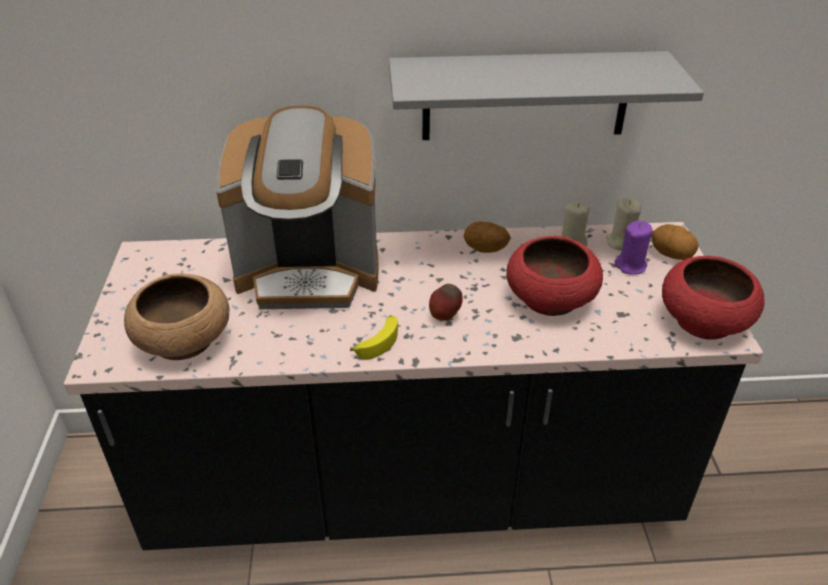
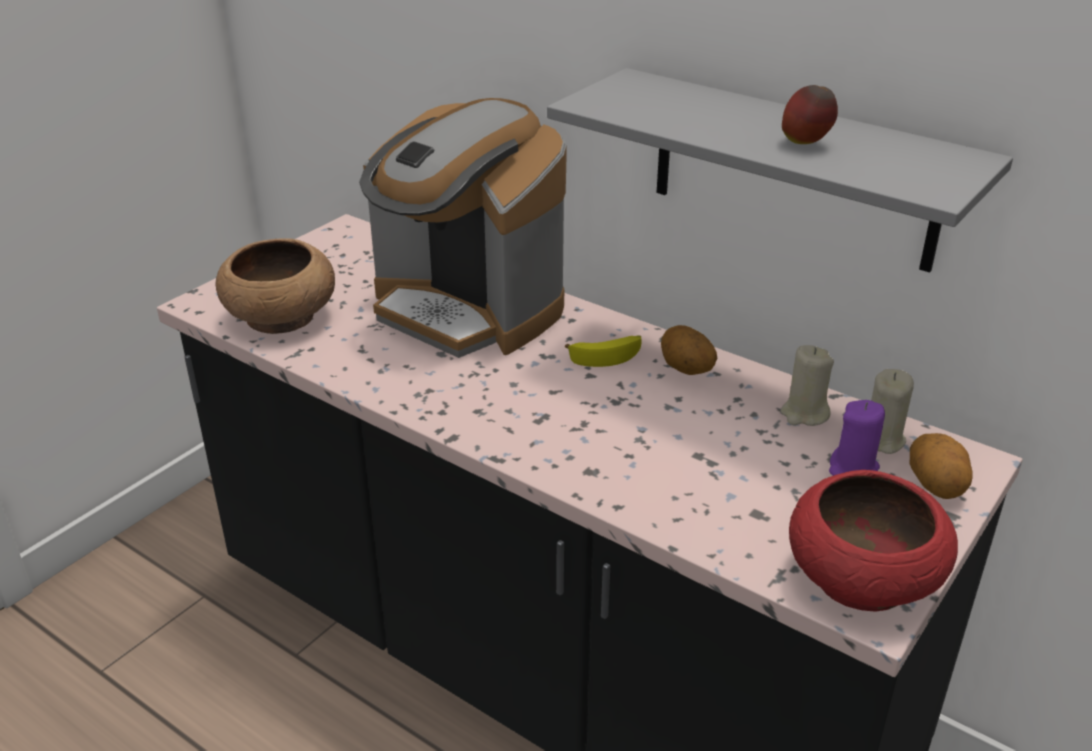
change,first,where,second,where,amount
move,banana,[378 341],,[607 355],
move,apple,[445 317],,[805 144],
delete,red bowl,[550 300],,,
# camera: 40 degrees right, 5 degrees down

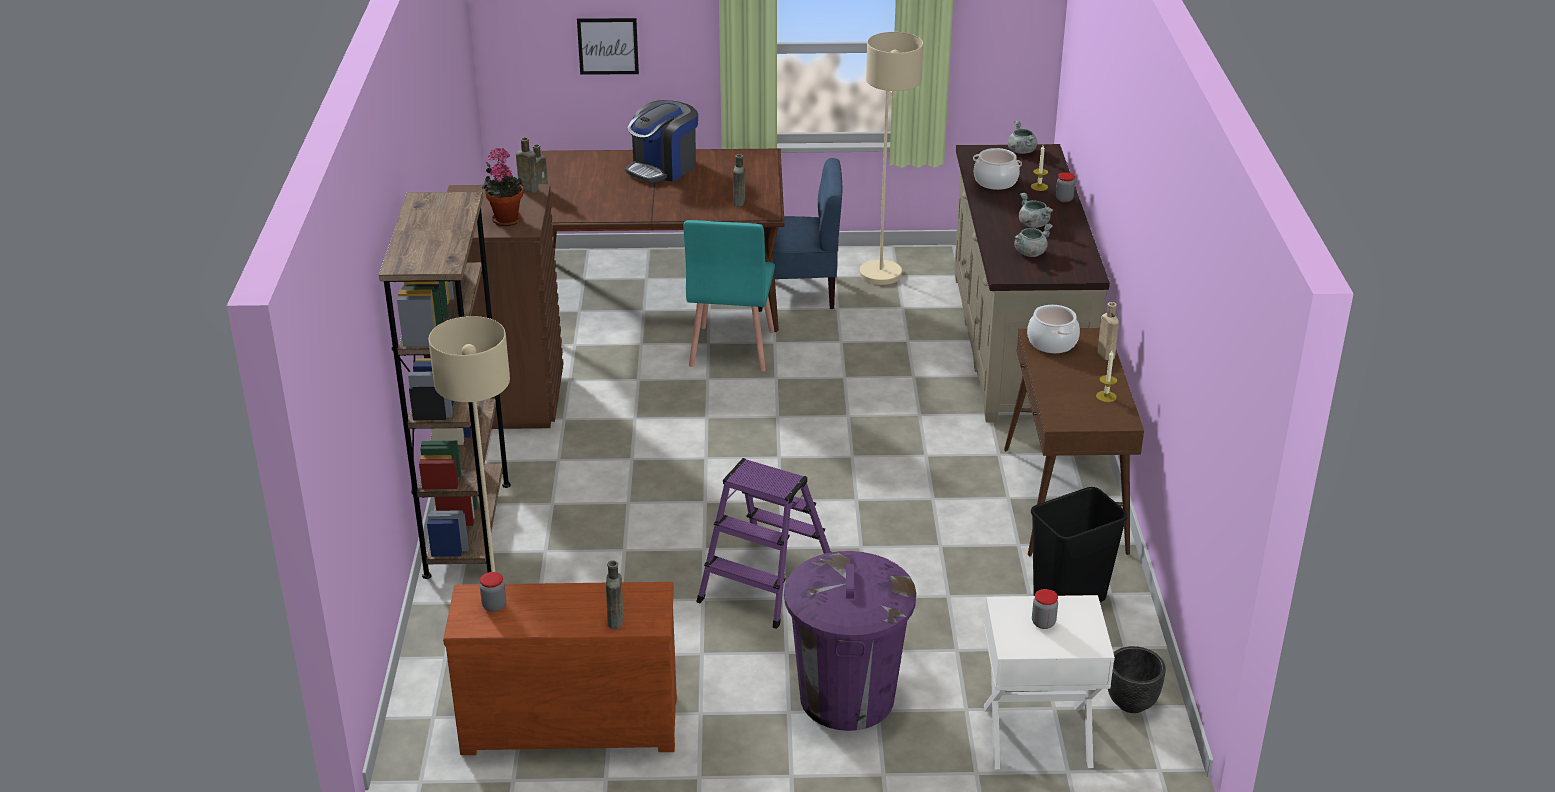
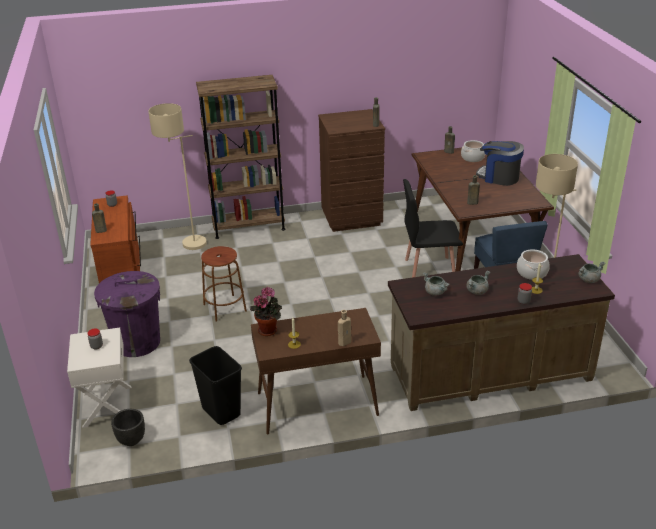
change,first,where,second,where,amount
replace,purple step ladder,[765 578],brown stool,[224 307],
move,potted plant,[505 219],,[269 330],
recolor,turquoise chair,[731 349],black chair,[429 269],
move,cooking pot,[1051 342],,[472 158],
delete,picture,[608 46],,,
# camera: 80 degrees right, 0 degrees up

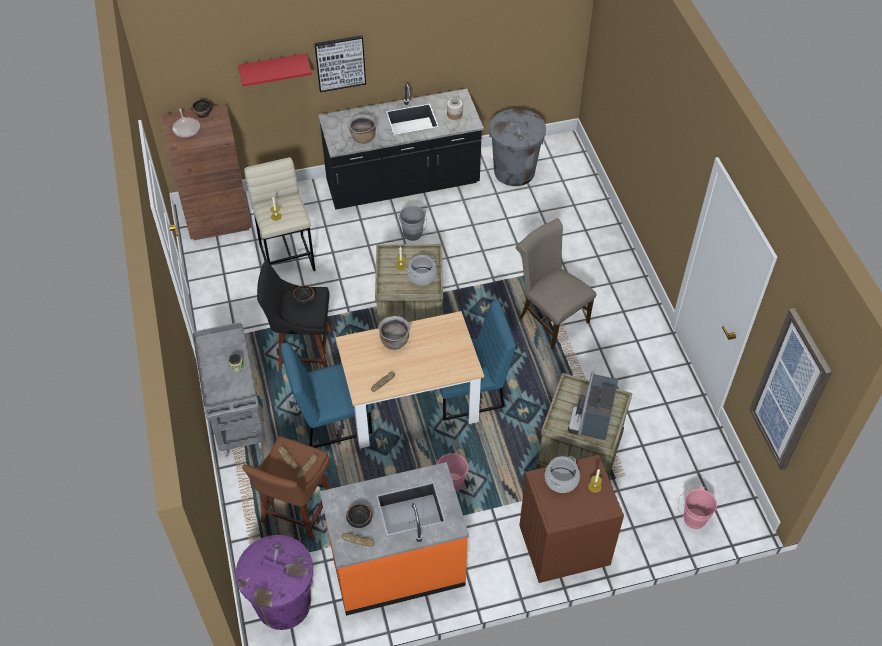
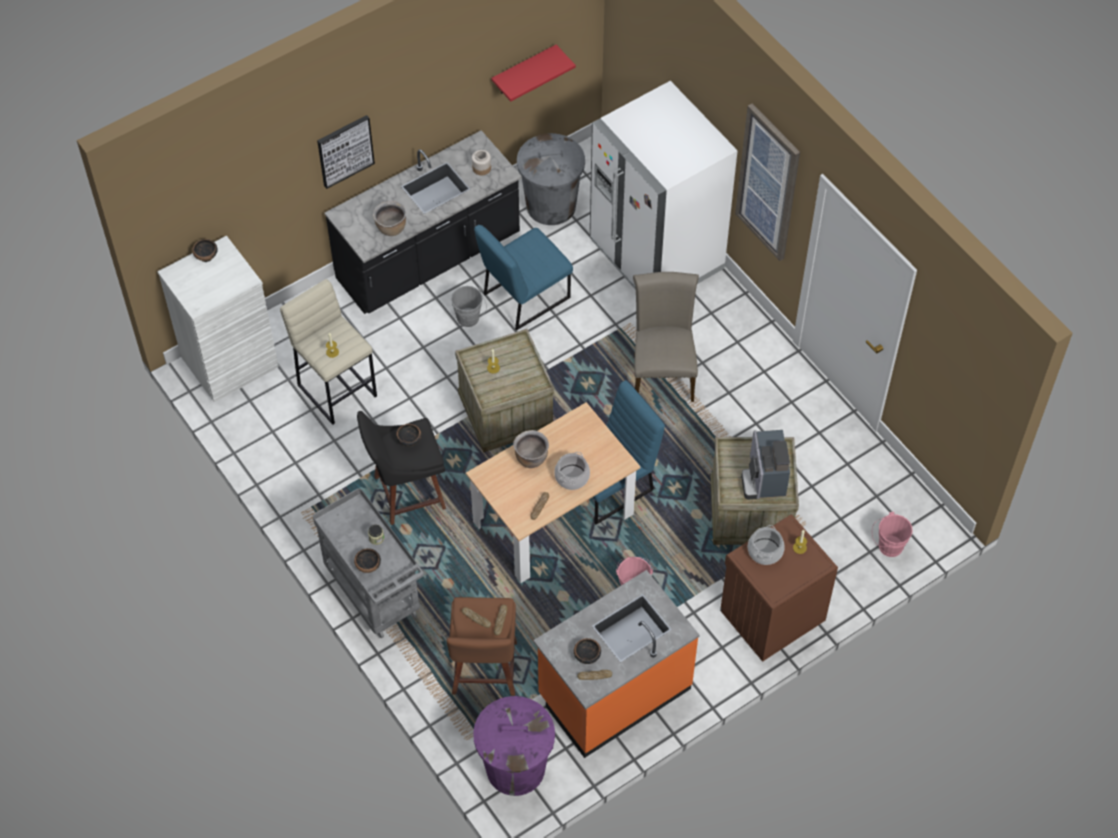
change,first,where,second,where,amount
recolor,brown dresser,[218 217],white dresser,[230 364],
insert,,,bowl,[368 565],
move,blue chair,[332 419],,[524 296],
move,red shelf,[273 69],,[524 70],
move,cooking pot,[422 276],,[571 477],
insert,,,white fridge,[656 255],
rotate,beige chair,[550 318],,[662 373],60 degrees clockwise
move,picture,[790 391],,[768 182],
delete,frying pan,[186 128],,,
# camera: 20 degrees left, 5 degrees up

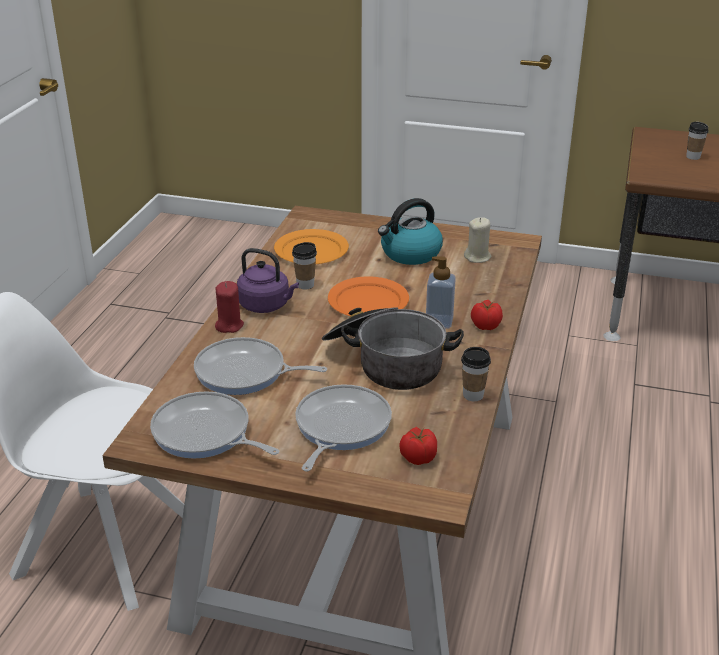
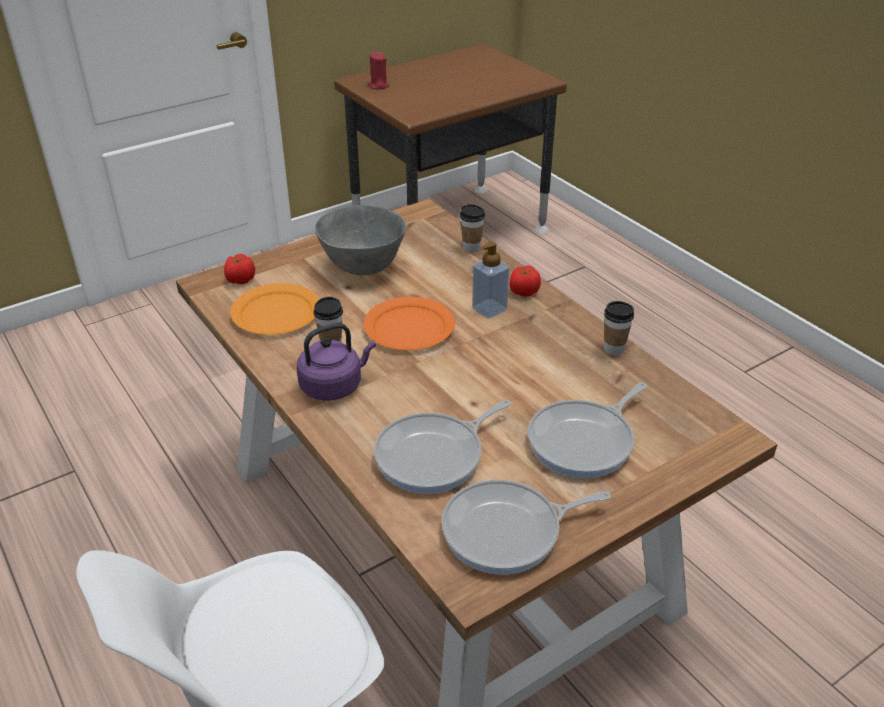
change,first,where,second,where,amount
move,tomato,[417 457],,[240 280],
replace,kettle,[410 254],grey bowl,[364 267],
move,red candle,[229 325],,[378 86],
move,cup,[693 157],,[471 248],
rotate,frying pan,[340 427],,[585 441],105 degrees counterclockwise
delete,cooking pot,[386 362],,,
delete,beige candle,[477 257],,,
# camera: 50 degrees left, 5 degrees up

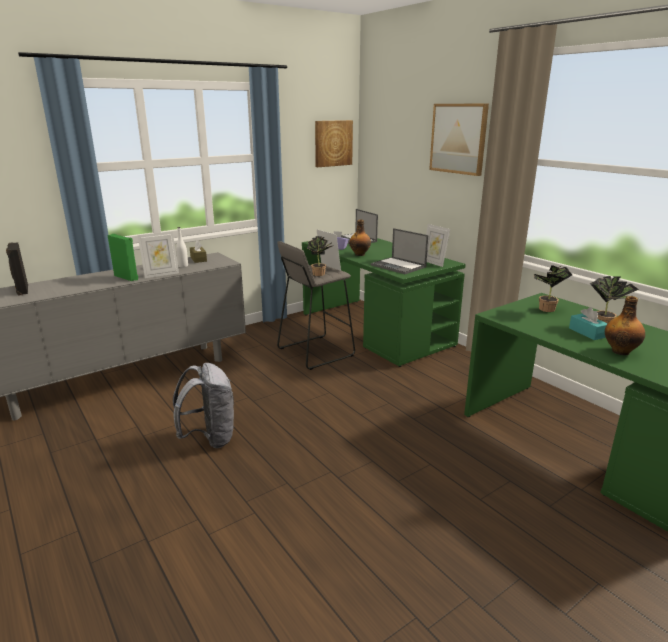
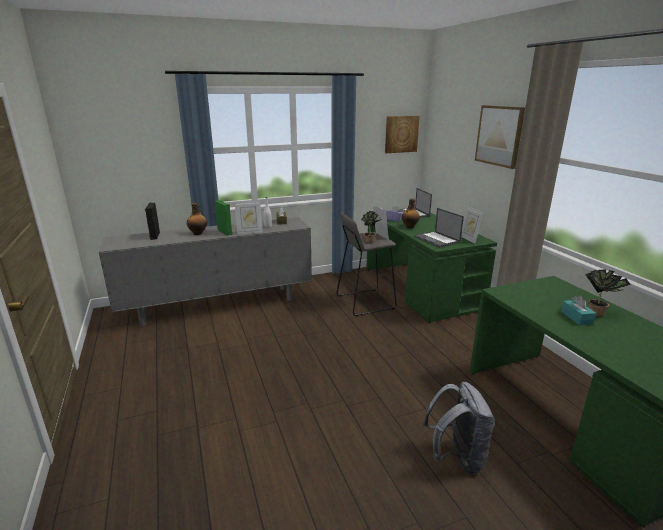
change,first,where,second,where,amount
move,bottle,[620 351],,[198 233],
move,grey backpack,[209 438],,[456 457],
delete,potted plant,[546 310],,,
# camera: 15 degrees right, 0 degrees up

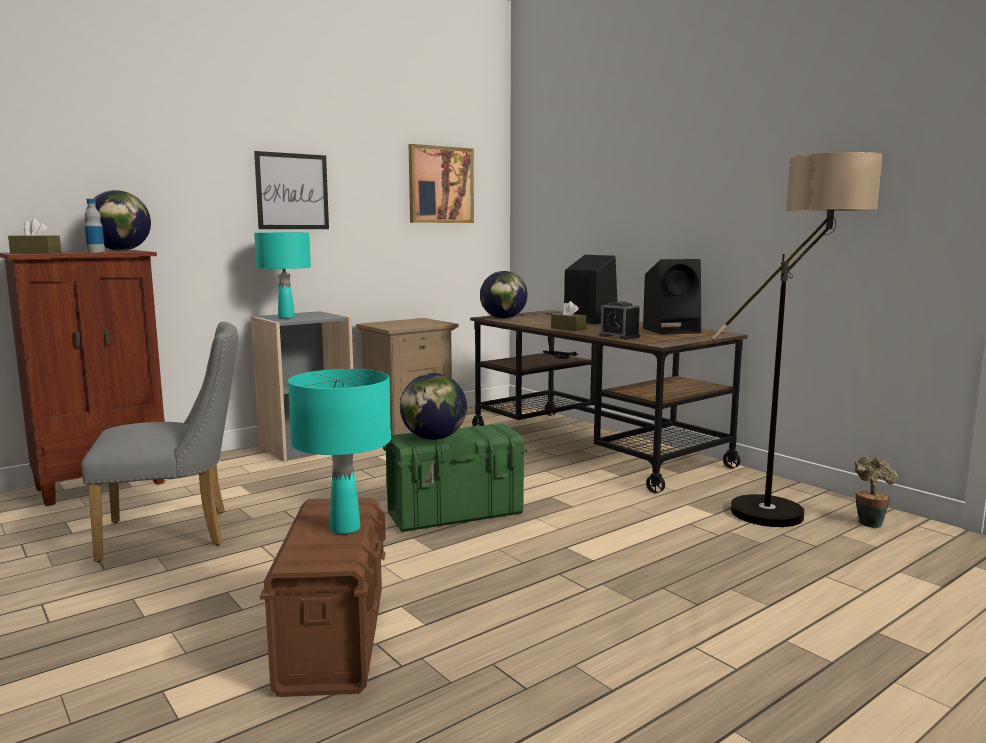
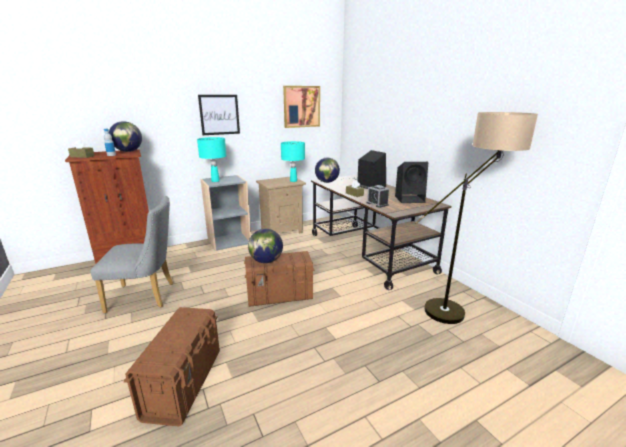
change,first,where,second,where,amount
recolor,green storage box,[455 513],brown storage box,[280 295],
move,turquoise table lamp,[345 529],,[293 181],
delete,potted plant,[869 523],,,
# camera: 10 degrees right, 10 degrees up

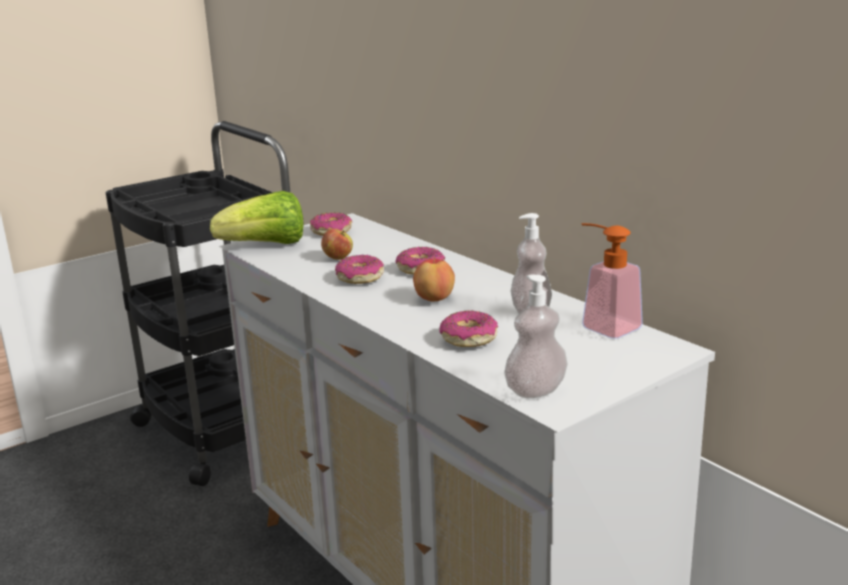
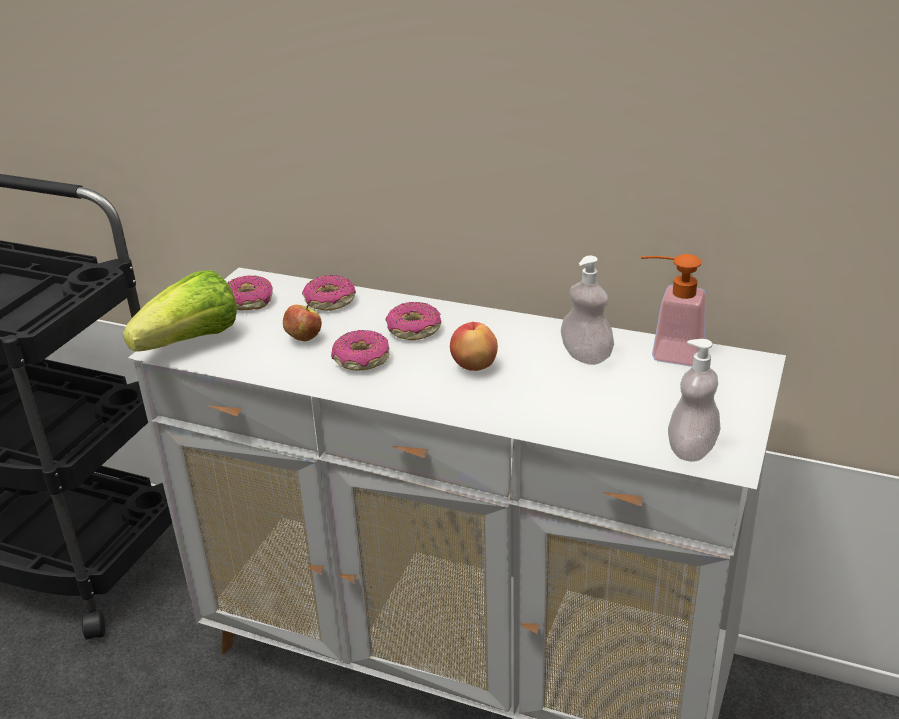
change,first,where,second,where,amount
move,donut,[468 338],,[329 301],
# camera: 30 degrees left, 10 degrees up

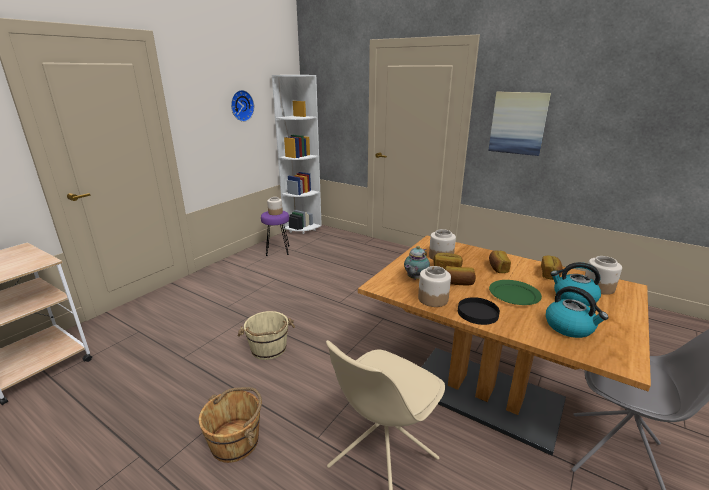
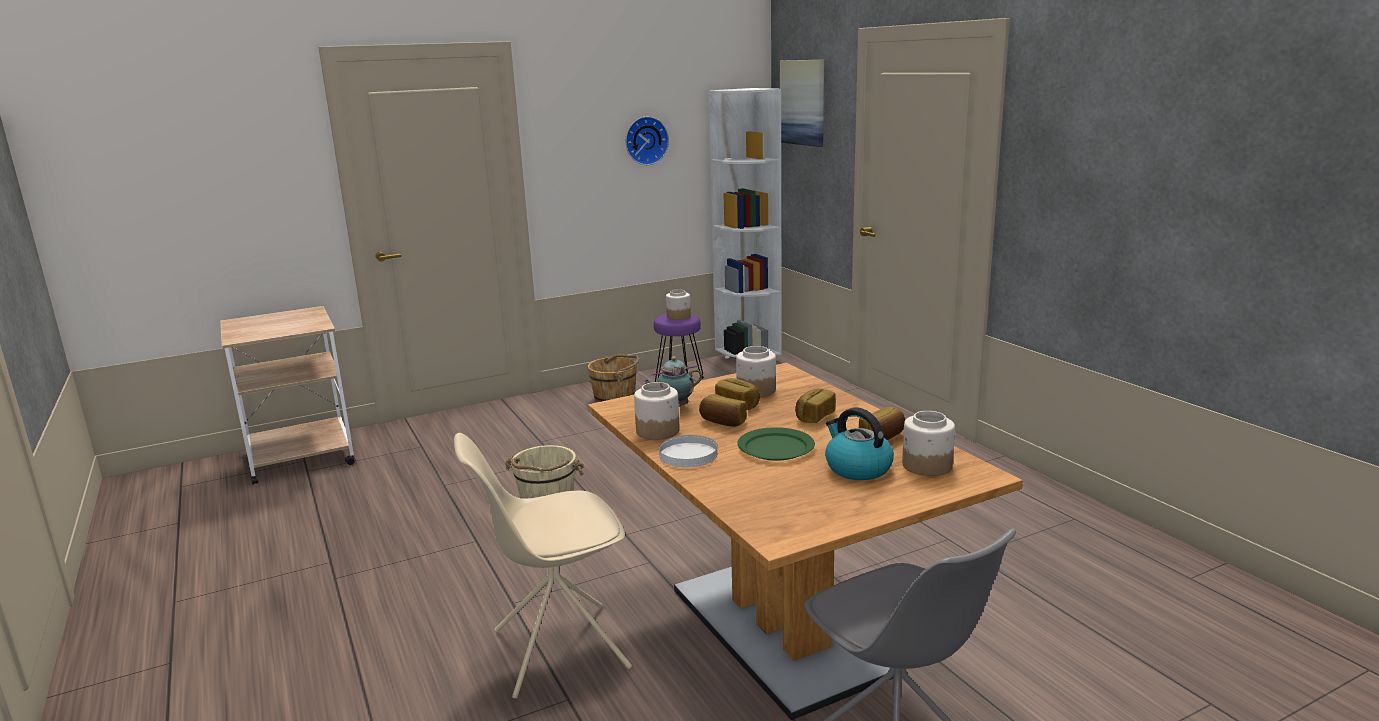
change,first,where,second,where,amount
move,brown bucket,[236 441],,[615 397],
recolor,black plate,[477 313],white plate,[688 454],
move,picture,[518 123],,[803 102],
delete,kettle,[570 327],,,
# camera: 30 degrees right, 5 degrees down

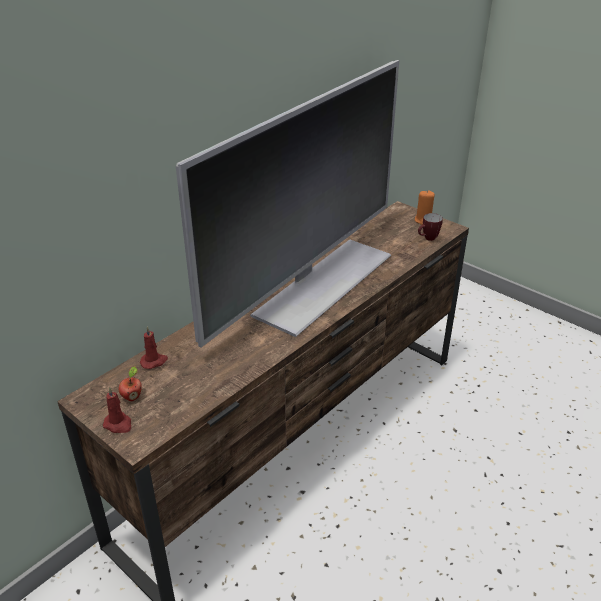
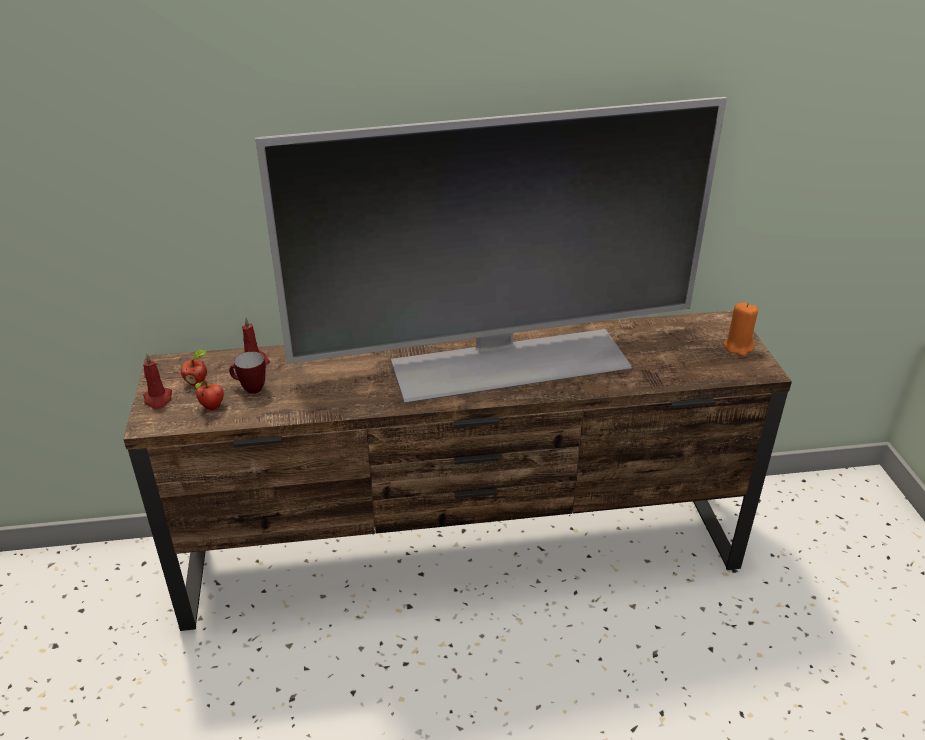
change,first,where,second,where,amount
insert,,,apple,[212 408],
move,mug,[428 239],,[249 389],
# camera: 40 degrees right, 0 degrees up

